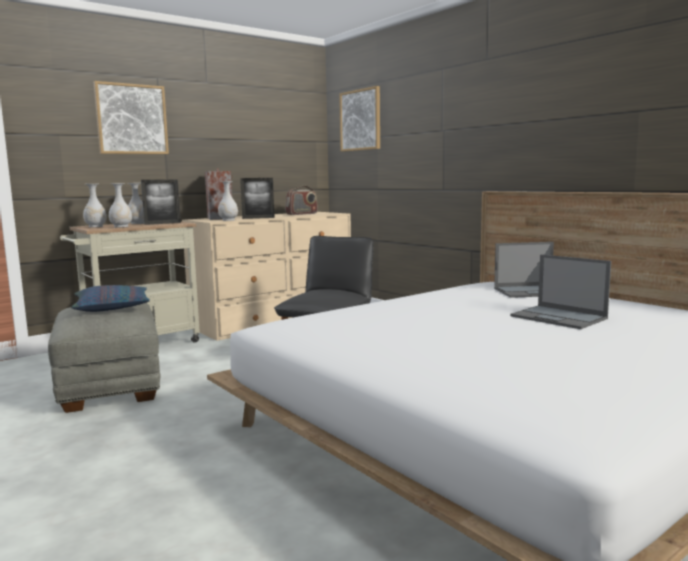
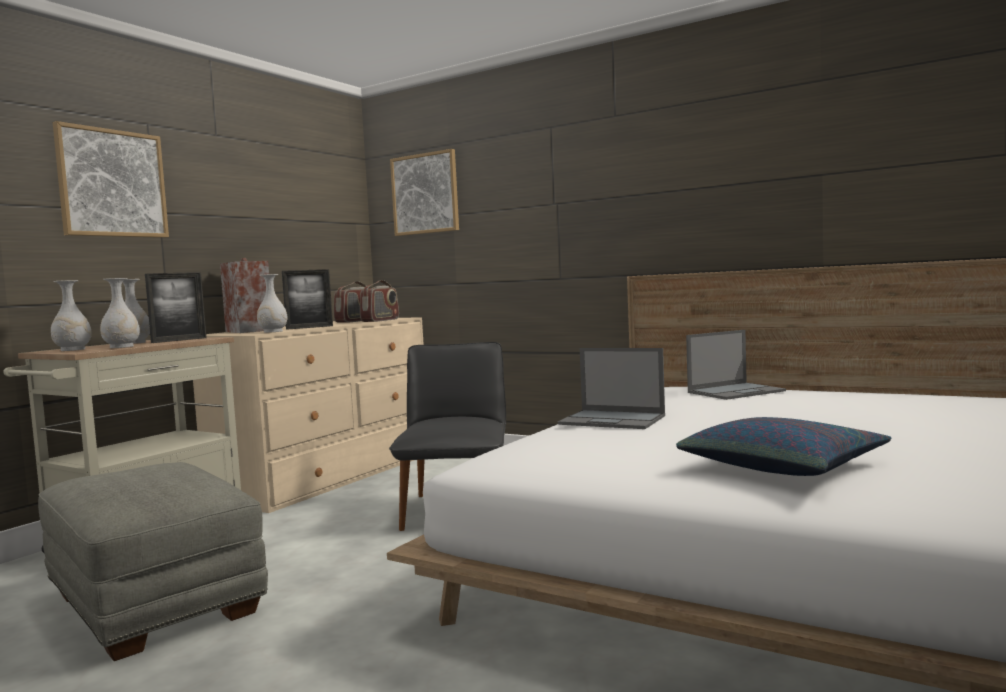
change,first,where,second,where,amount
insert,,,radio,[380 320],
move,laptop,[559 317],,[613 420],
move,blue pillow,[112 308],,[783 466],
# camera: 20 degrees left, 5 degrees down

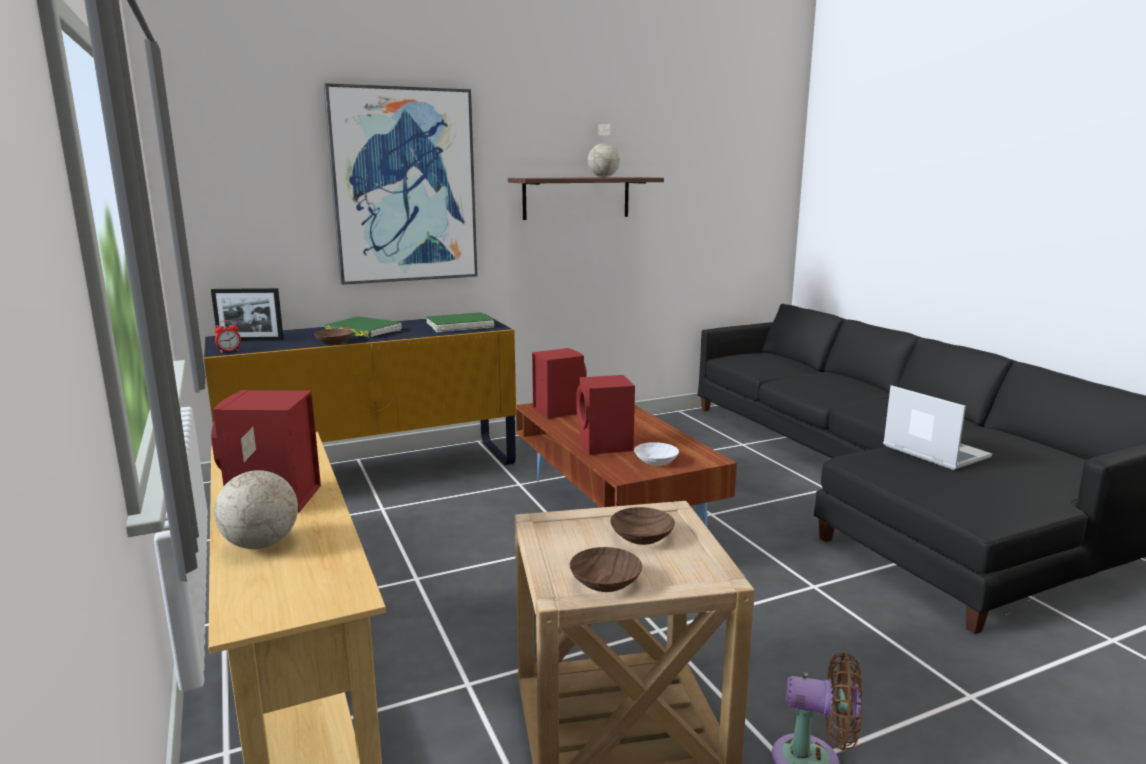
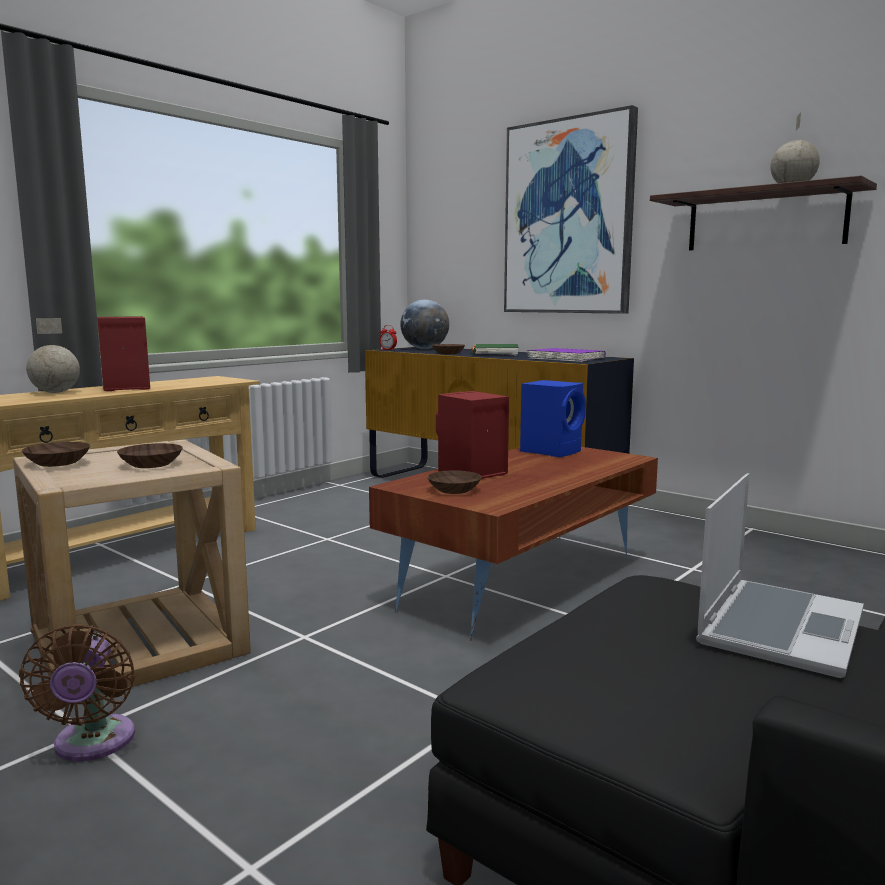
change,first,where,second,where,amount
replace,picture frame,[250 340],globe,[425 349],
recolor,white bowl,[655 461],brown bowl,[452 490],
recolor,red speaker,[558 410],blue speaker,[552 451],
recolor,green book,[459 325],purple book,[566 358],
# camera: 65 degrees right, 5 degrees down

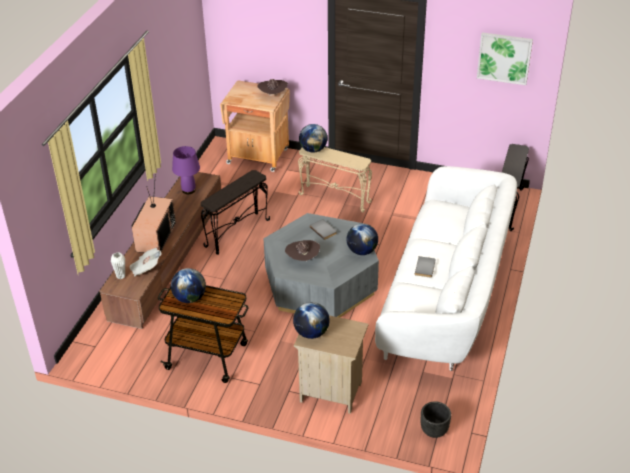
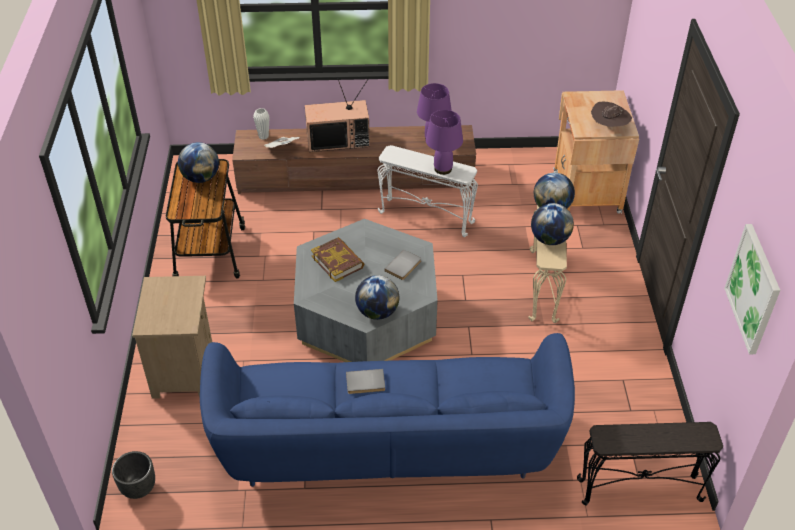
change,first,where,second,where,amount
recolor,white sofa,[445 300],blue sofa,[388 450],
replace,brown hat,[302 259],book,[338 262],
recolor,black side table,[237 233],white side table,[426 218],
insert,,,purple table lamp,[443 169],
move,globe,[311 333],,[549 239],
# camera: 70 degrees right, 5 degrees up

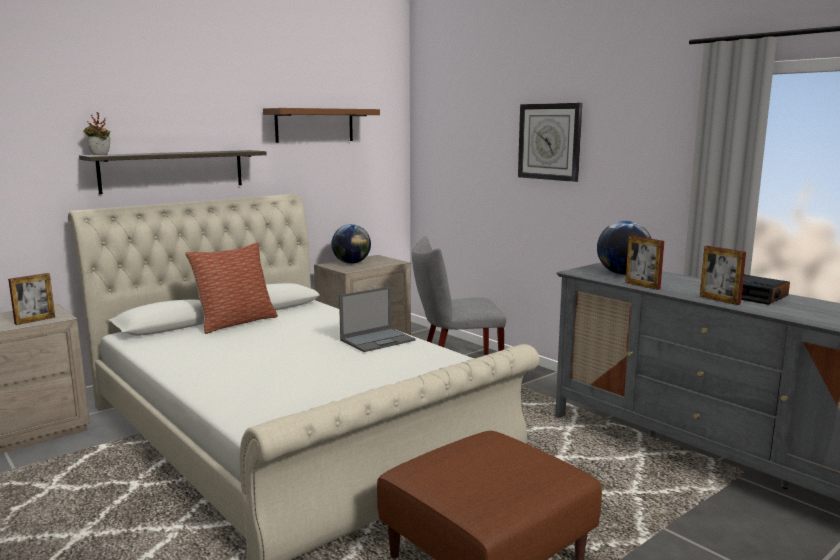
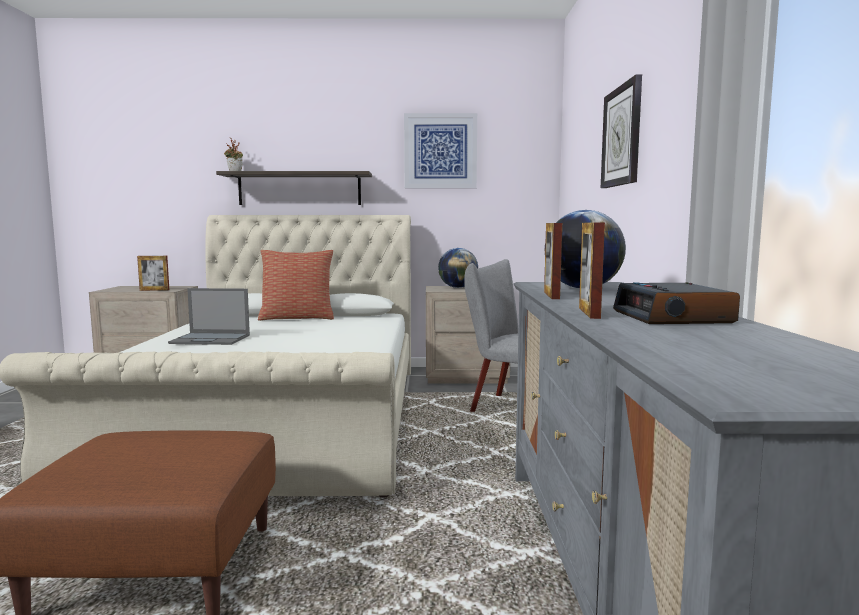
change,first,where,second,where,amount
move,laptop,[378 340],,[211 339],
replace,brown shelf,[314 125],picture,[440 151],
# camera: 40 degrees right, 5 degrees down

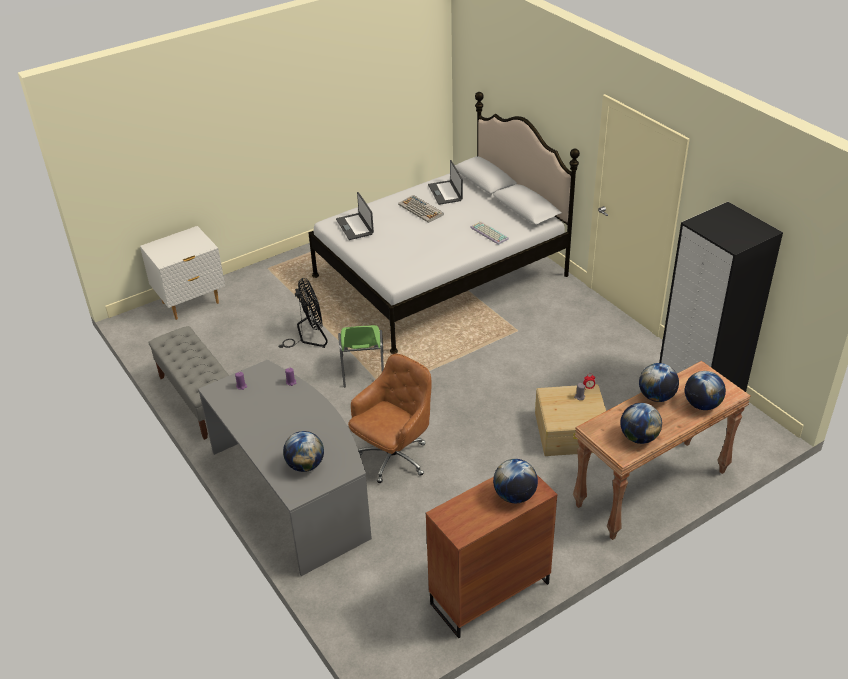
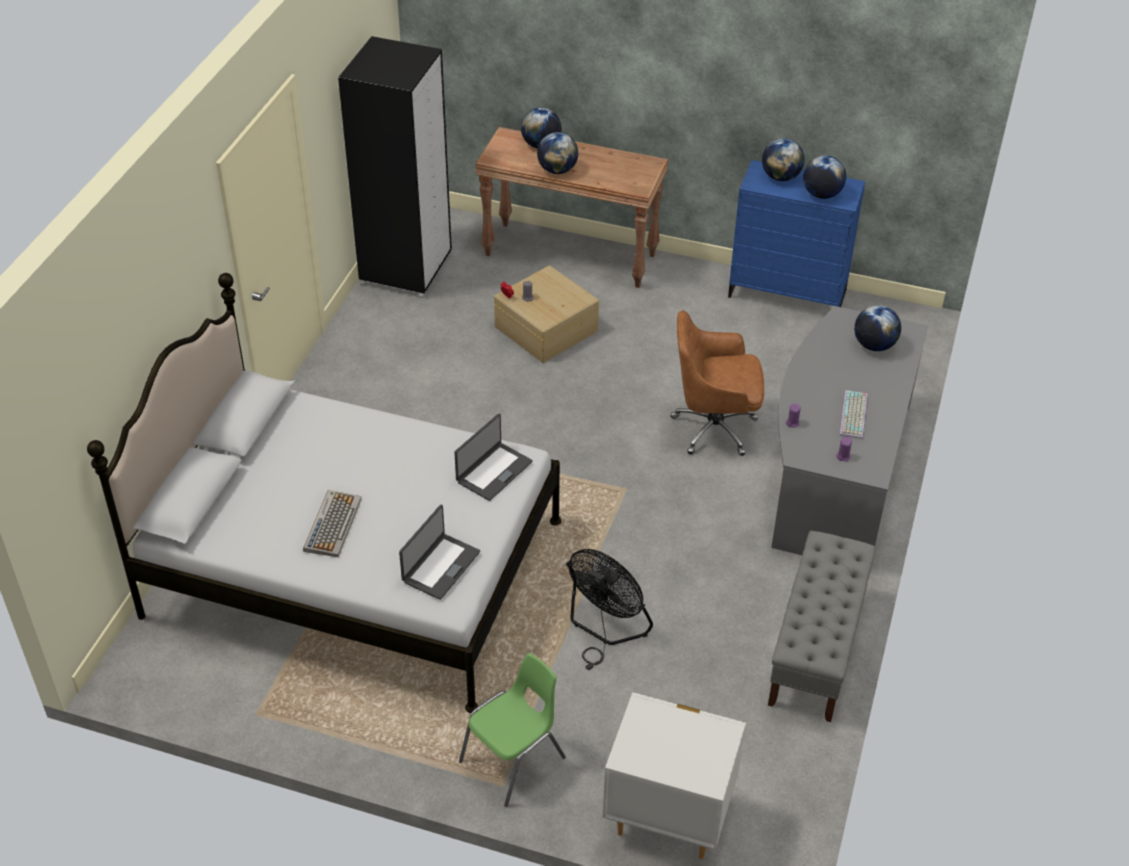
change,first,where,second,where,amount
move,laptop,[445 193],,[493 471],
move,green chair,[362 370],,[515 760],
rotate,black fan,[308 333],,[601 627],90 degrees clockwise
recolor,brown dresser,[490 594],blue dresser,[787 293],
move,globe,[638 437],,[821 194],
move,keyboard,[488 233],,[854 416],
# camera: 130 degrees left, 5 degrees up

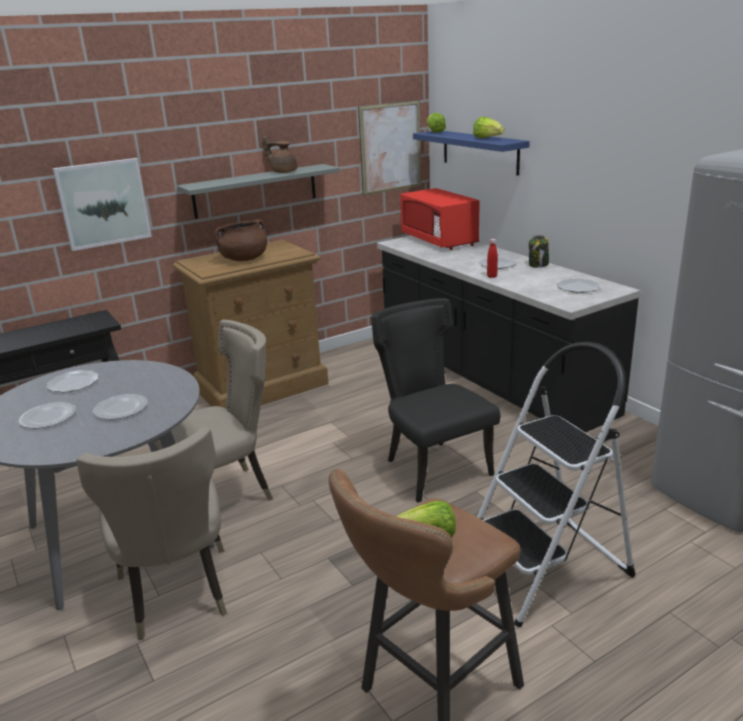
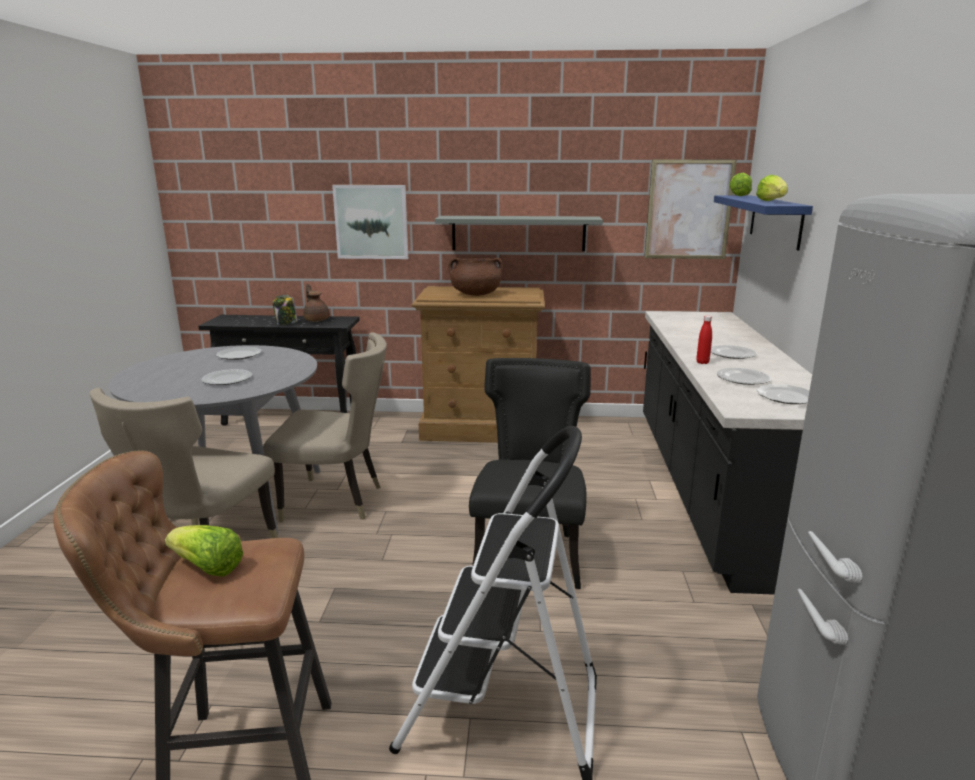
change,first,where,second,where,amount
move,jar,[538 265],,[286 323],
move,brown teapot,[283 172],,[316 320],
move,plate,[48 417],,[743 378],
delete,red microwave,[439 241],,,
# camera: 35 degrees right, 5 degrees down

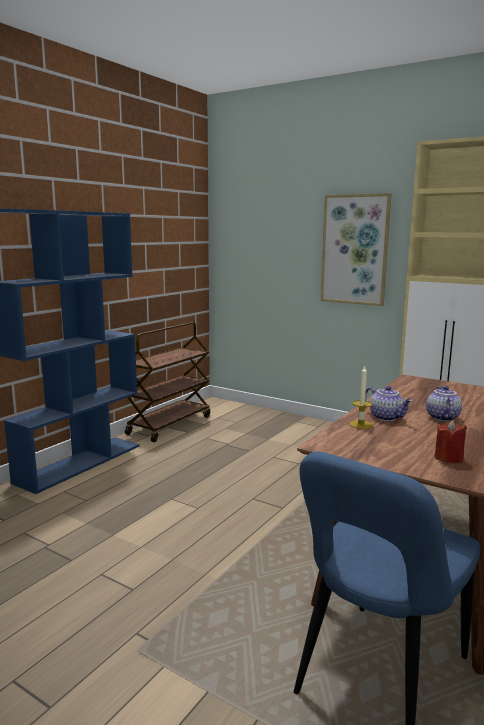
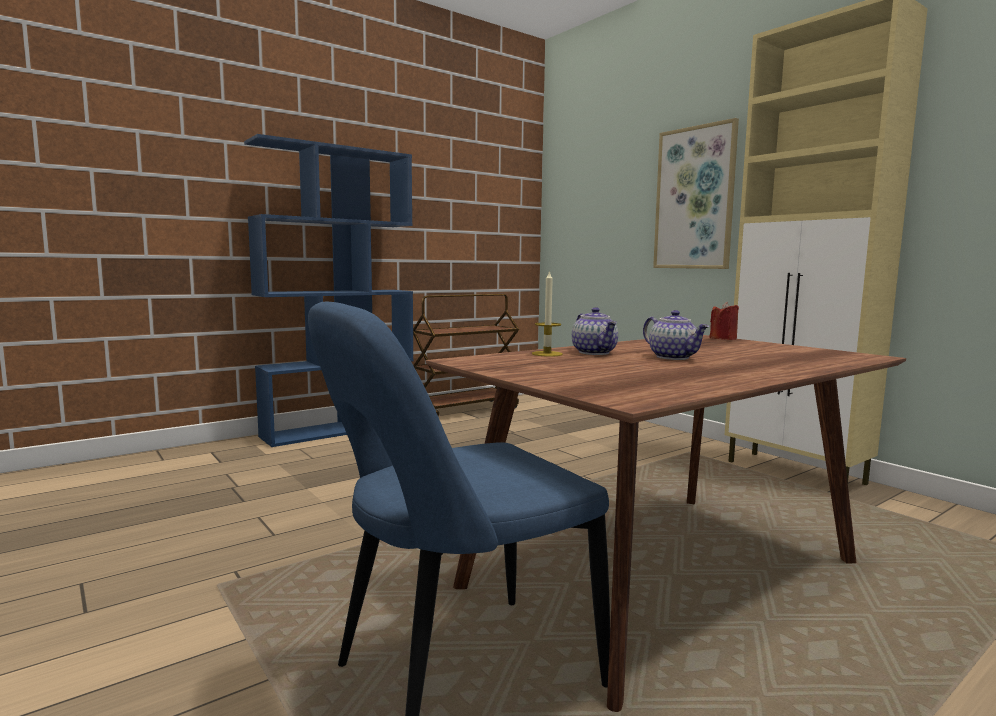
change,first,where,second,where,amount
rotate,teapot,[441 417],,[674 357],120 degrees clockwise
move,red candle,[448 458],,[723 339],
# camera: 20 degrees right, 5 degrees down

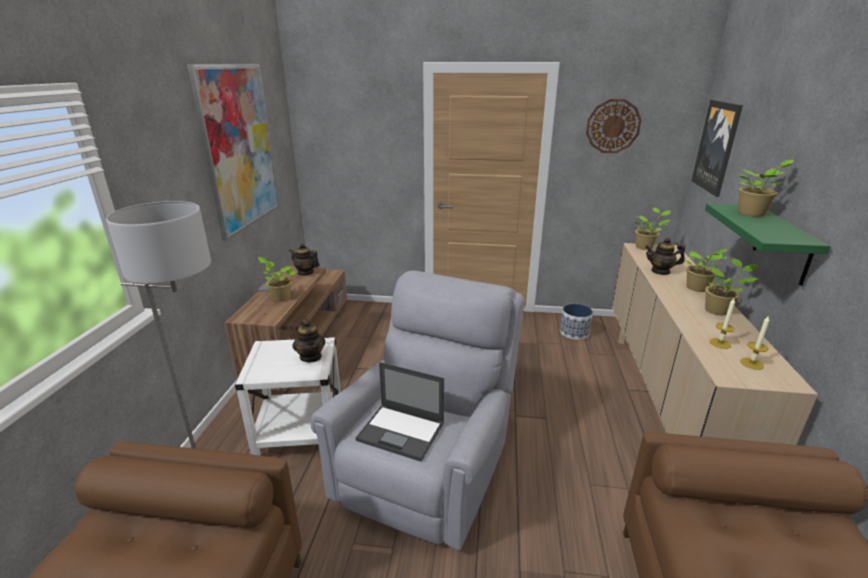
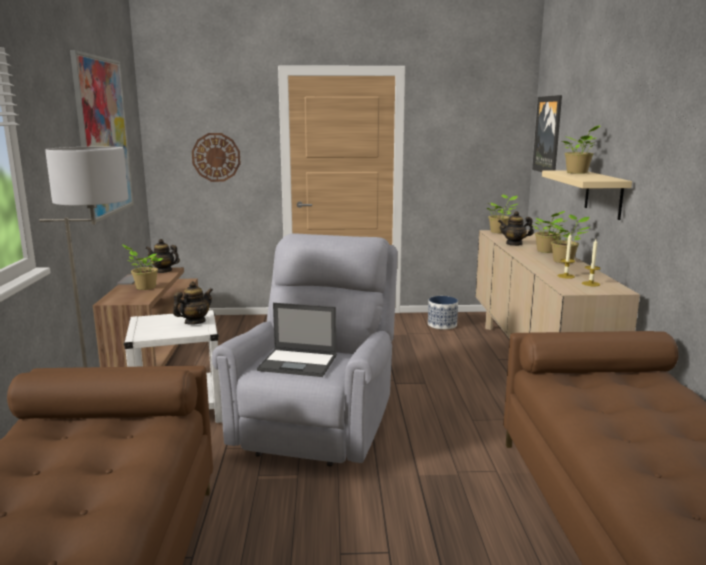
change,first,where,second,where,amount
rotate,teapot,[311 357],,[194 322],105 degrees counterclockwise
move,wall clock,[613 126],,[216 157],
recolor,green shelf,[783 244],beige shelf,[603 194],
# camera: 10 degrees left, 10 degrees down

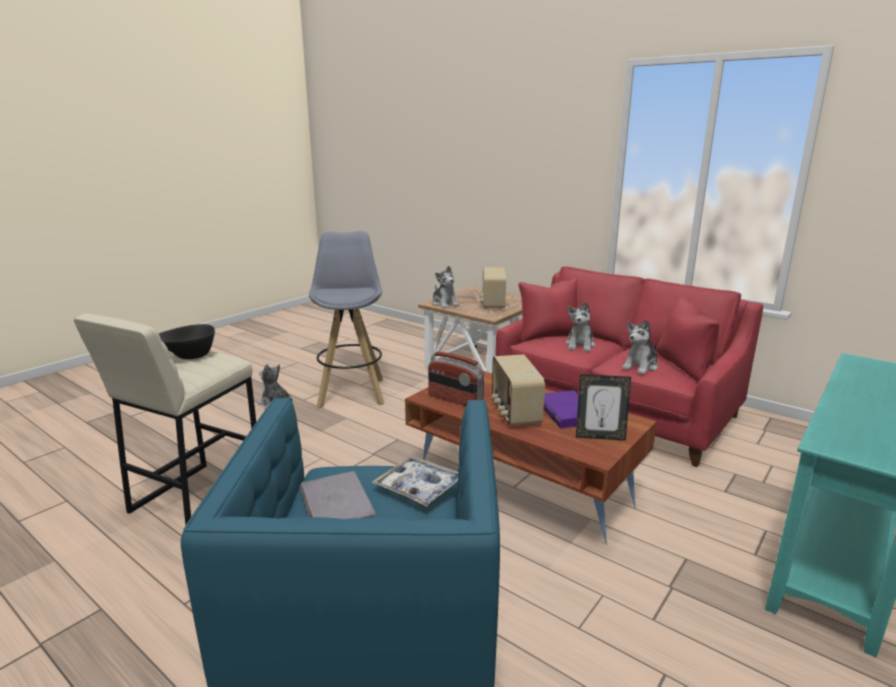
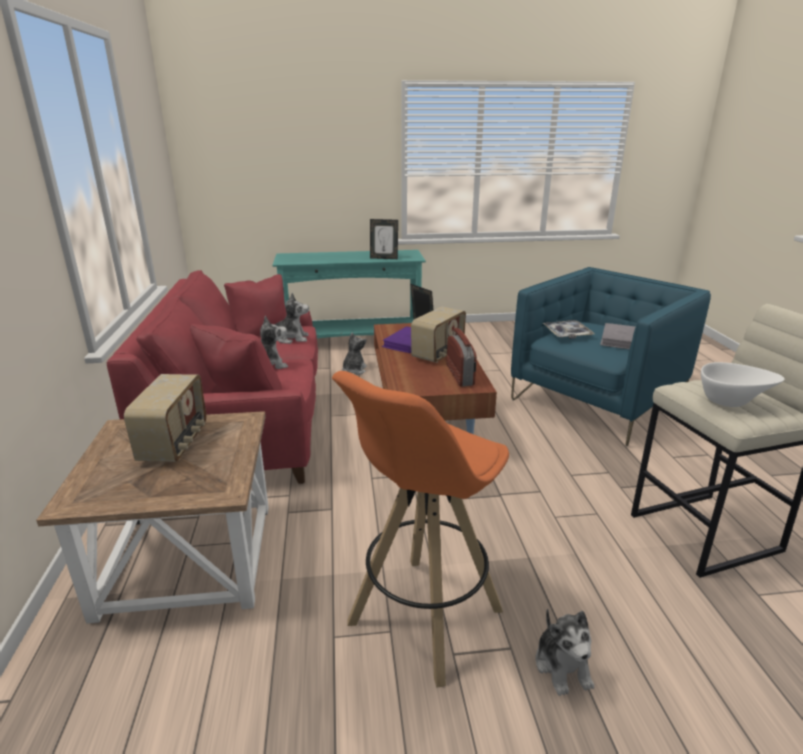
change,first,where,second,where,amount
rotate,radio,[492 304],,[175 443],45 degrees counterclockwise
recolor,grey stool,[352 392],orange stool,[421 618],
move,plush toy,[445 304],,[353 370],
insert,,,picture frame,[384 258],
recolor,black bowl,[188 356],white bowl,[731 401],
# camera: 135 degrees left, 5 degrees up

